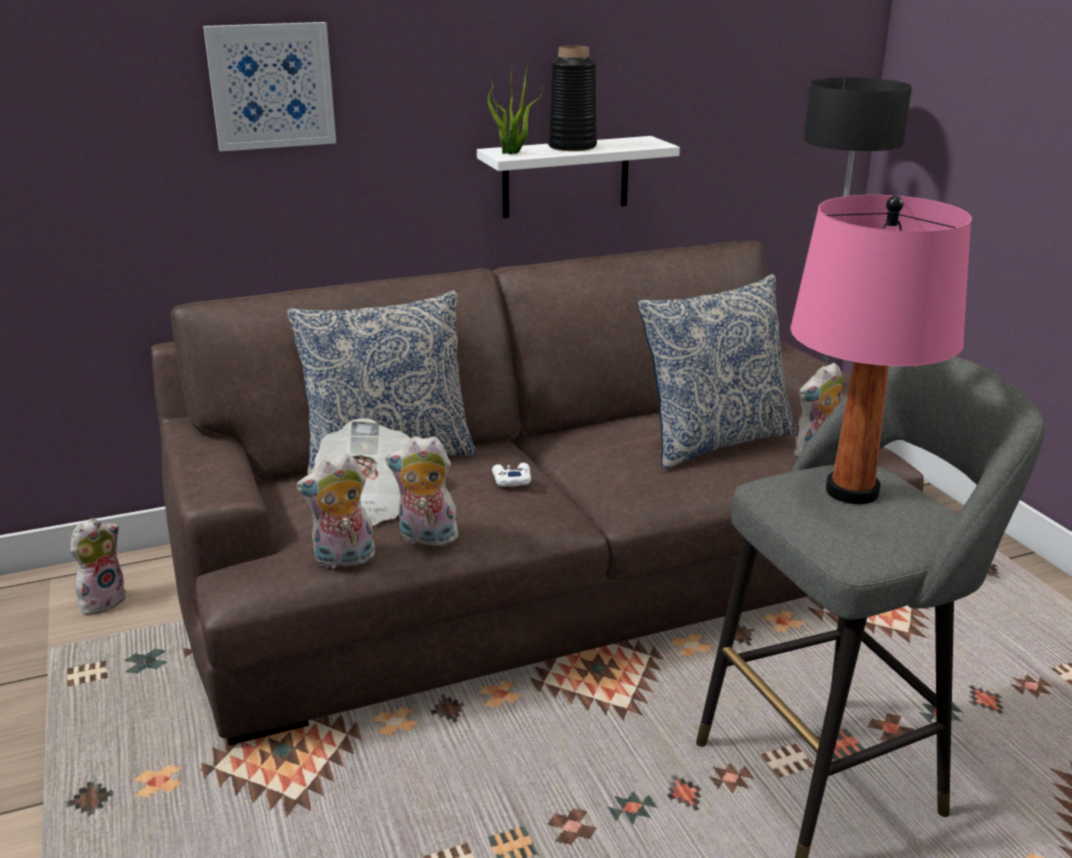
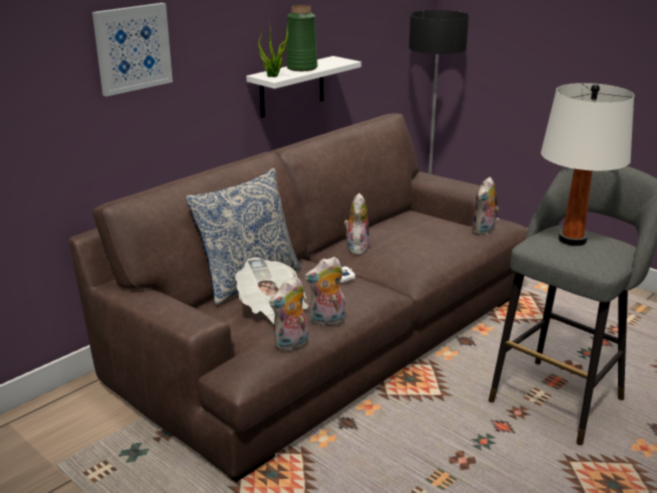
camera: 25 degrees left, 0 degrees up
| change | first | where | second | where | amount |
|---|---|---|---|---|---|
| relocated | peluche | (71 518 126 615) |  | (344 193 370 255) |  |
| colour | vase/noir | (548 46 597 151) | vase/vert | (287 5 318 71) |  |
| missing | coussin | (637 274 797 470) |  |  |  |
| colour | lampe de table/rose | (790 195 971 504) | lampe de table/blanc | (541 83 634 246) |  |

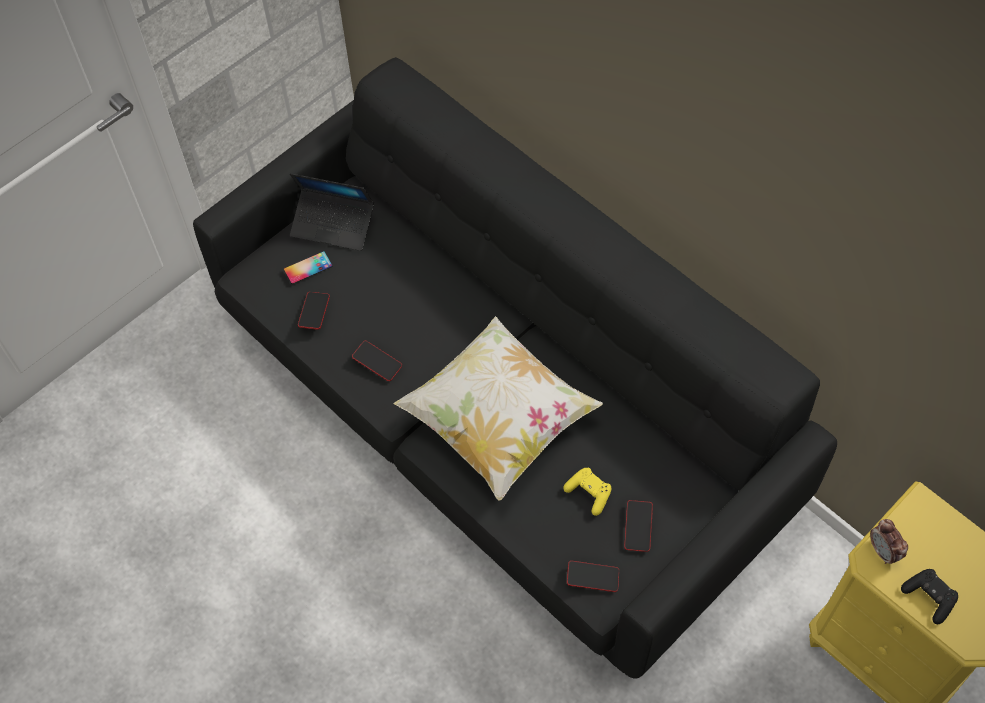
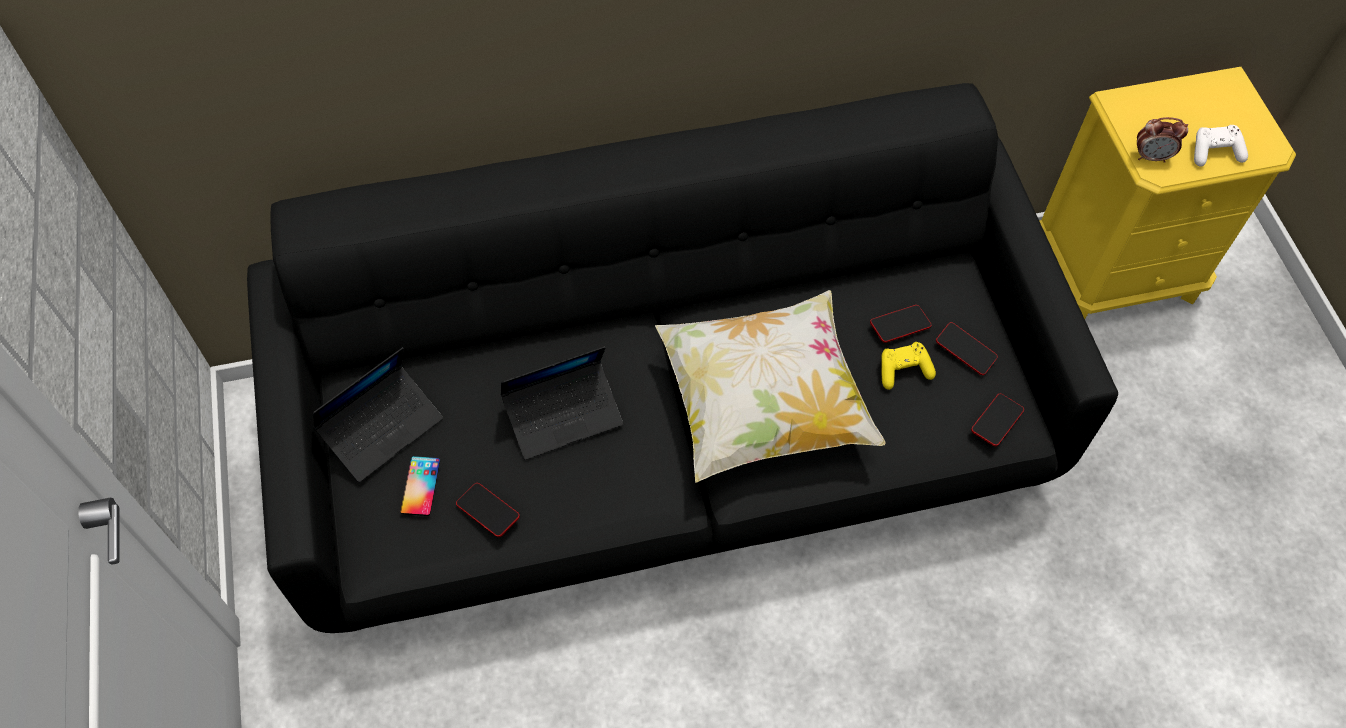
camera: 60 degrees left, 0 degrees up
| change | first | where | second | where | amount |
|---|---|---|---|---|---|
| relocated | téléphone | (352 341 402 381) |  | (870 305 931 343) |  |
| colour | manette/noir | (901 569 958 624) | manette/blanc | (1194 125 1248 167) |  |
| appeared |  |  | ordinateur portable | (500 346 623 460) |  |

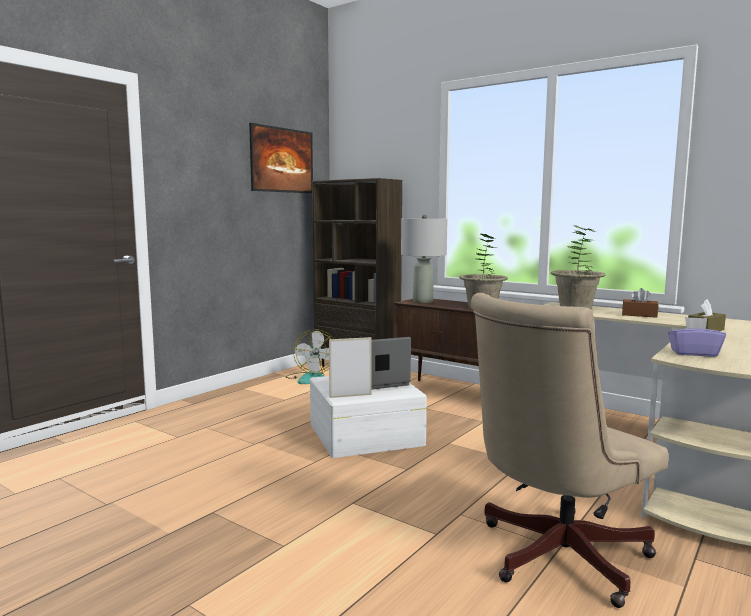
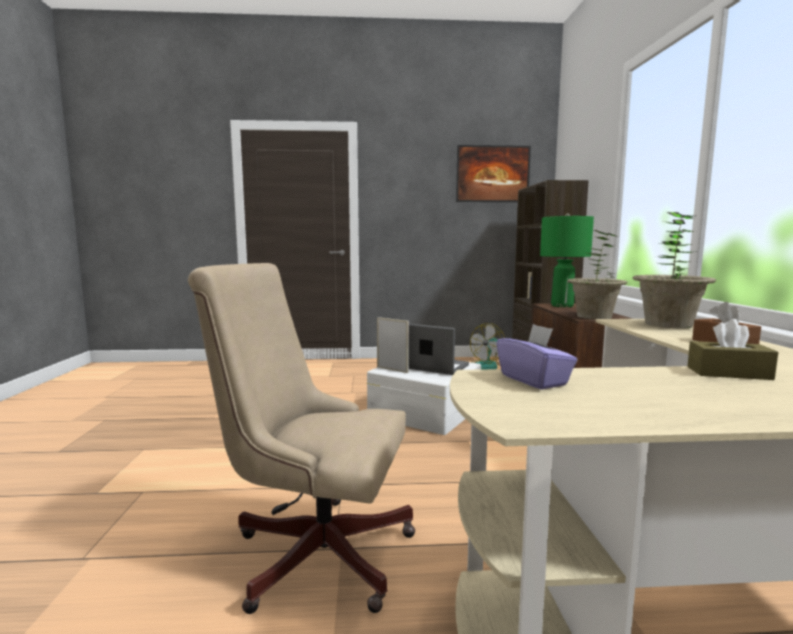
camera: 50 degrees right, 0 degrees up
| change | first | where | second | where | amount |
|---|---|---|---|---|---|
| colour | lampe de table/gris | (401 215 447 303) | lampe de table/vert | (540 213 594 307) |  |

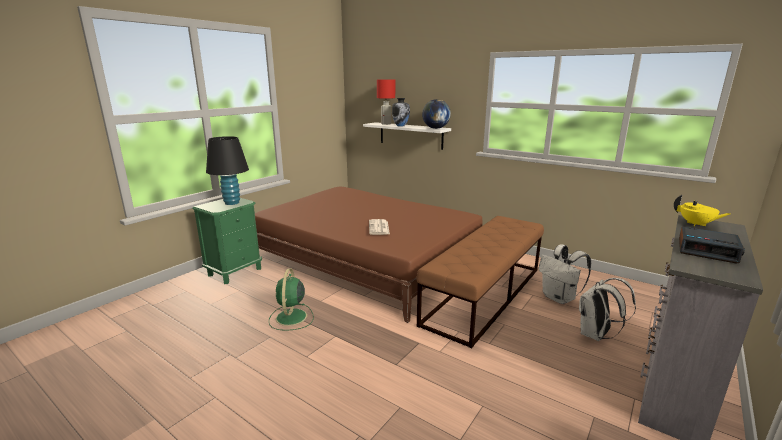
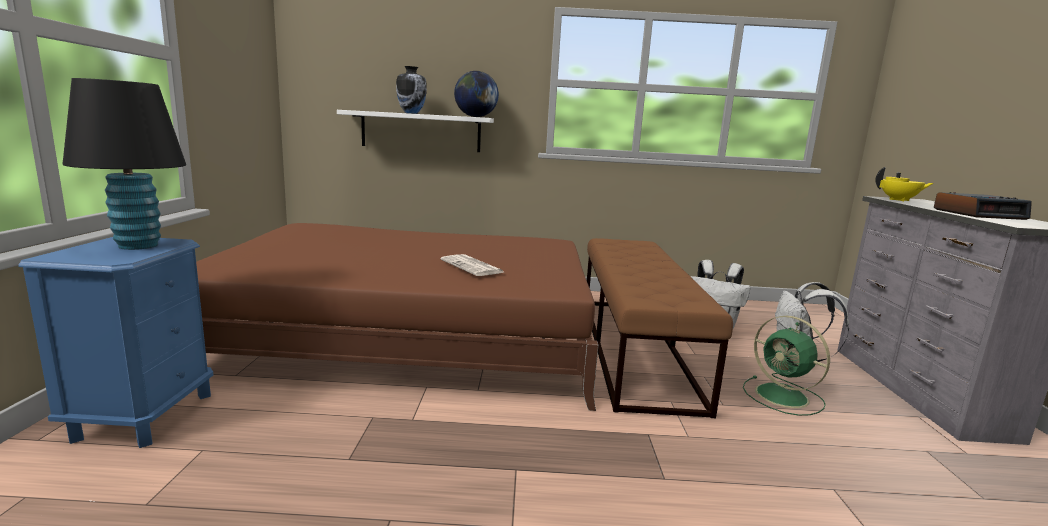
camera: 35 degrees left, 5 degrees down
| change | first | where | second | where | amount |
|---|---|---|---|---|---|
| colour | table de chevet/vert | (192 198 262 284) | table de chevet/bleu | (18 237 213 448) |  |
| relocated | ventilateur/vert | (269 268 314 331) |  | (743 316 830 416) |  |
| missing | lampe de table/rouge | (377 79 395 125) |  |  |  |

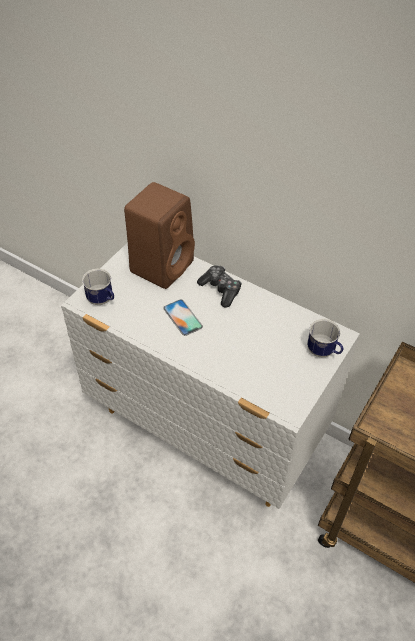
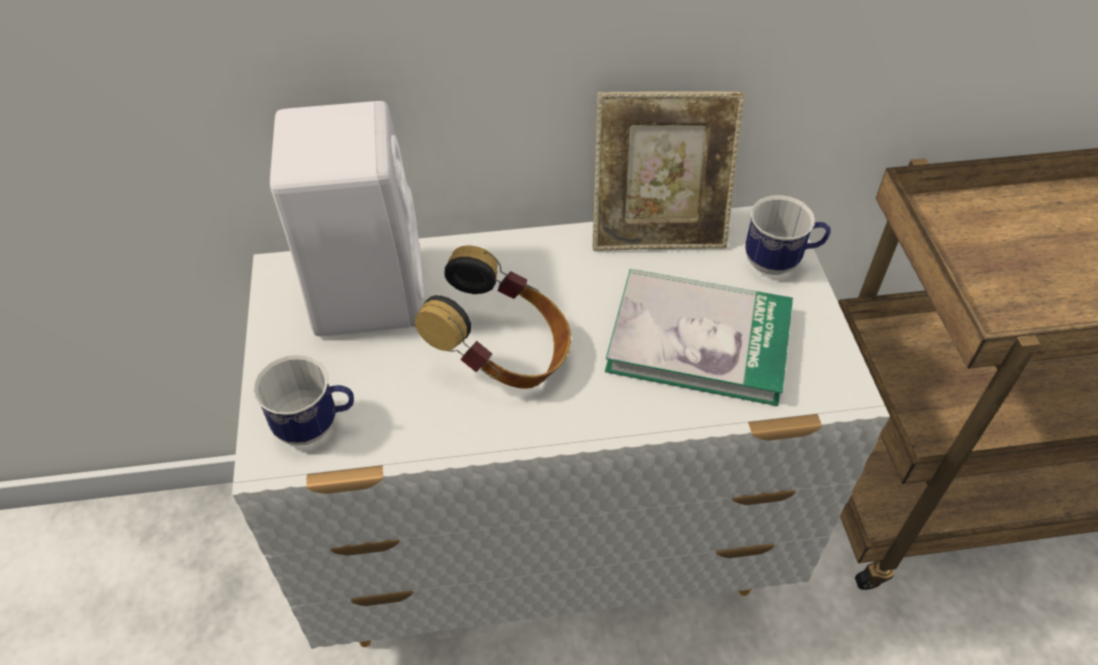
camera: 40 degrees left, 0 degrees up
| change | first | where | second | where | amount |
|---|---|---|---|---|---|
| colour | enceinte/marron | (124 182 195 289) | enceinte/blanc | (270 101 424 336) |  |
| exchanged | téléphone | (163 299 203 336) | casque audio | (415 245 571 389) |  |
| missing | manette | (197 265 242 308) |  |  |  |
| appeared |  |  | cadre photo | (593 91 745 251) |  |
| appeared |  |  | livre | (605 269 793 406) |  |

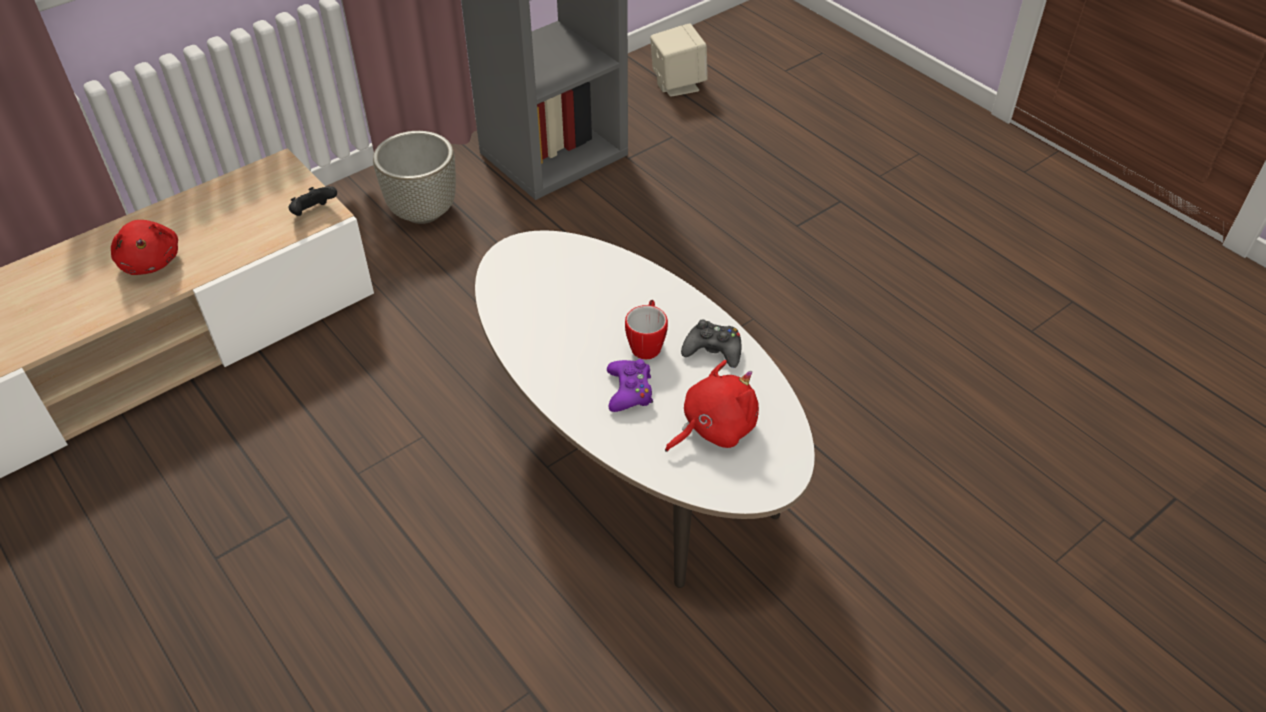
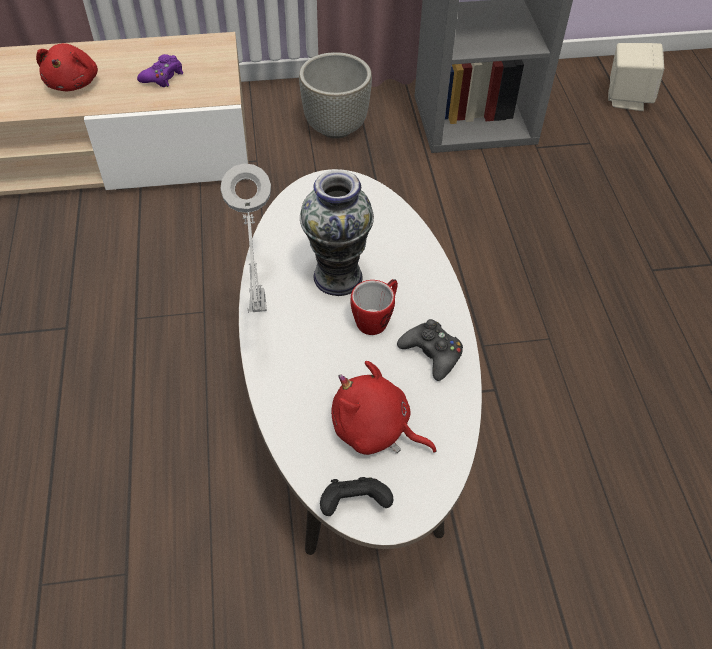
camera: 30 degrees right, 5 degrees up
| change | first | where | second | where | amount |
|---|---|---|---|---|---|
| relocated | manette/noir | (288 186 337 216) |  | (320 477 393 516) |  |
| relocated | manette/violet | (607 359 653 412) |  | (137 54 183 87) |  |
| spun | peluche/rouge | (665 360 759 452) |  | (331 361 436 455) | 150 degrees counterclockwise |
| appeared |  |  | lampe de table/gris | (220 164 271 313) |  |
| appeared |  |  | vase | (300 170 374 296) |  |

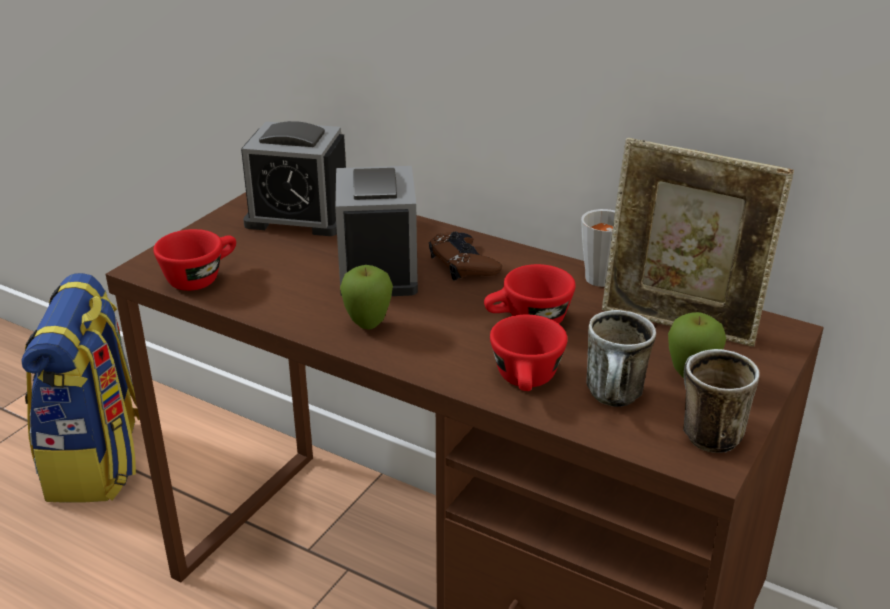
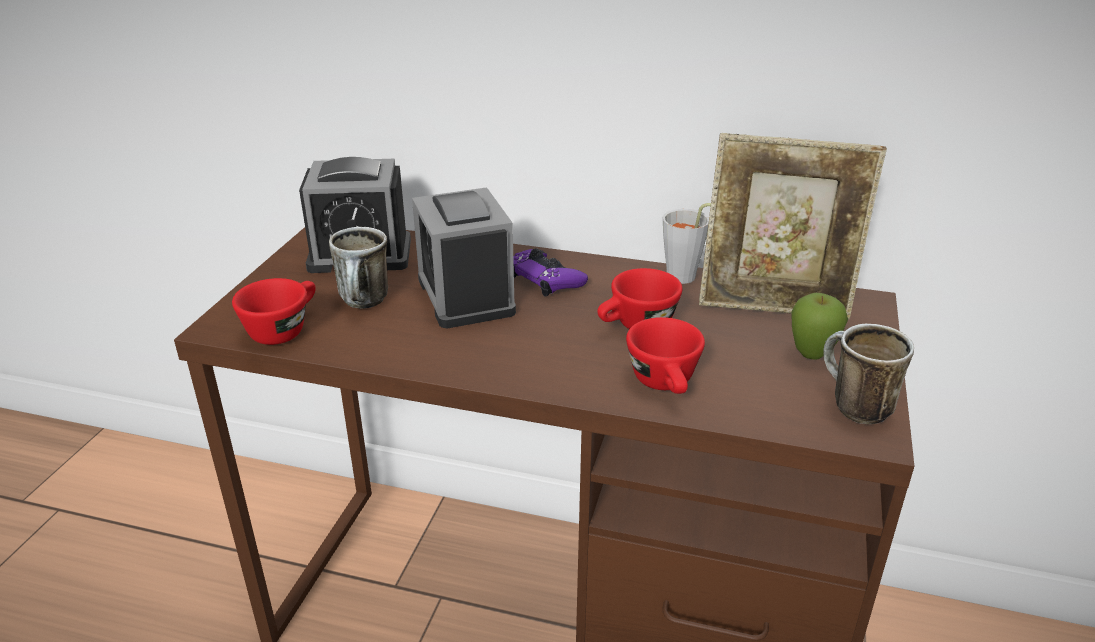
camera: 15 degrees left, 0 degrees up
| change | first | where | second | where | amount |
|---|---|---|---|---|---|
| missing | sac à dos | (21 273 140 503) |  |  |  |
| missing | pomme | (340 265 393 329) |  |  |  |
| colour | manette/marron | (429 232 502 280) | manette/violet | (513 248 588 297) |  |
| relocated | mug | (586 310 656 407) |  | (329 227 388 309) |  |

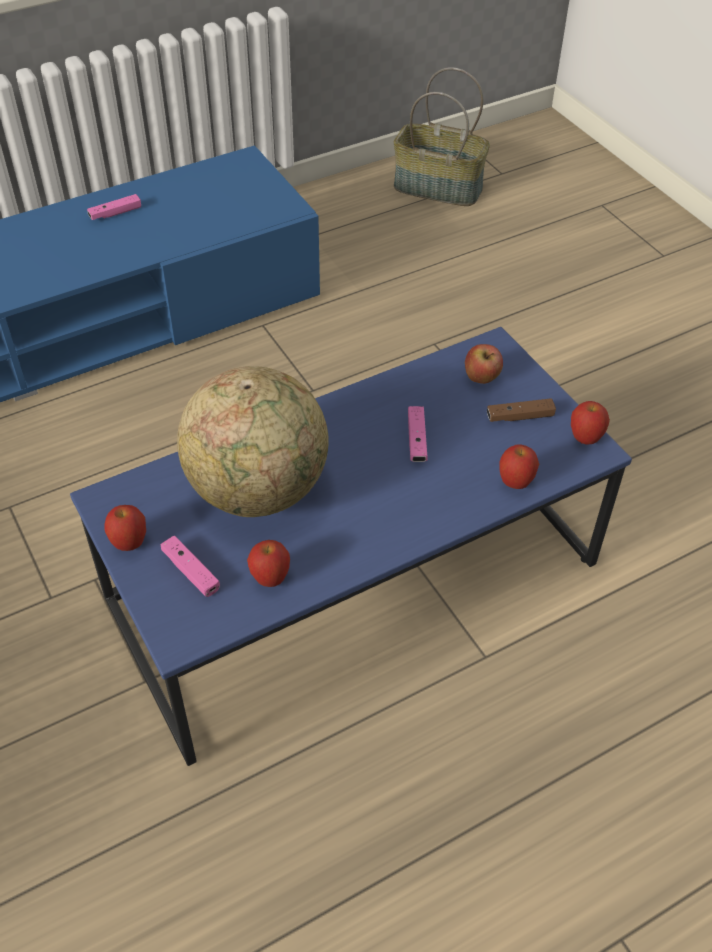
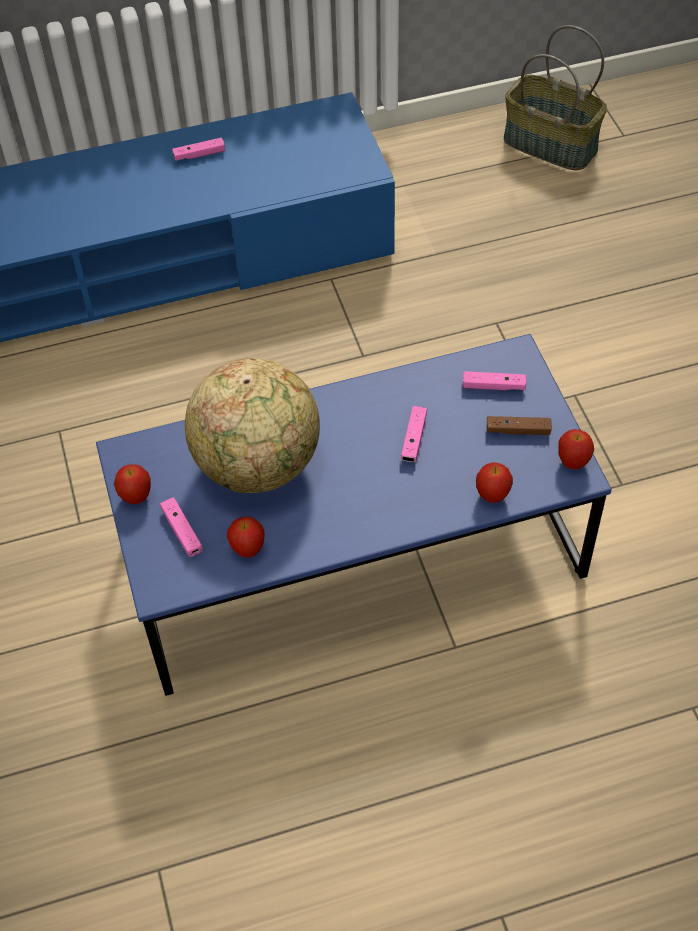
camera: 15 degrees right, 5 degrees up
| change | first | where | second | where | amount |
|---|---|---|---|---|---|
| exchanged | pomme | (465 344 503 384) | manette/rose | (463 371 526 390) |  |

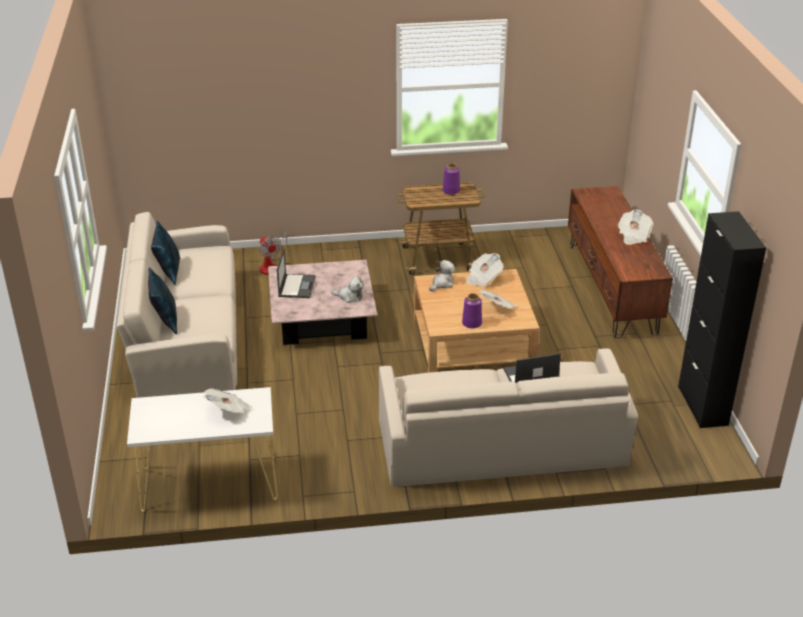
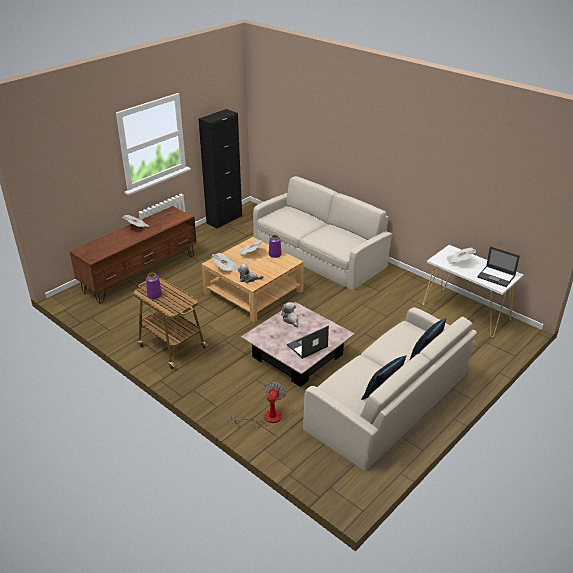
camera: 130 degrees left, 0 degrees up
| change | first | where | second | where | amount |
|---|---|---|---|---|---|
| relocated | ordinateur portable | (503 353 561 383) |  | (477 246 520 287) |  |

